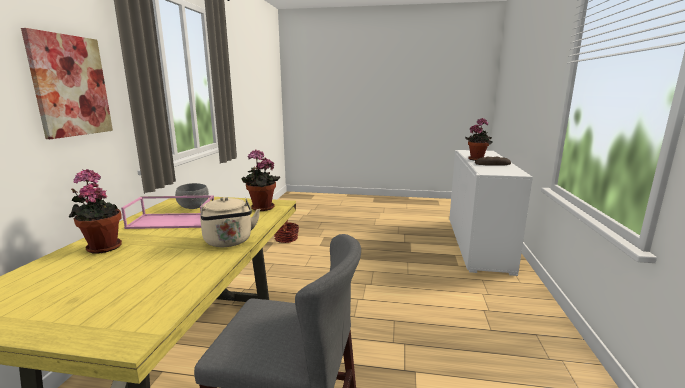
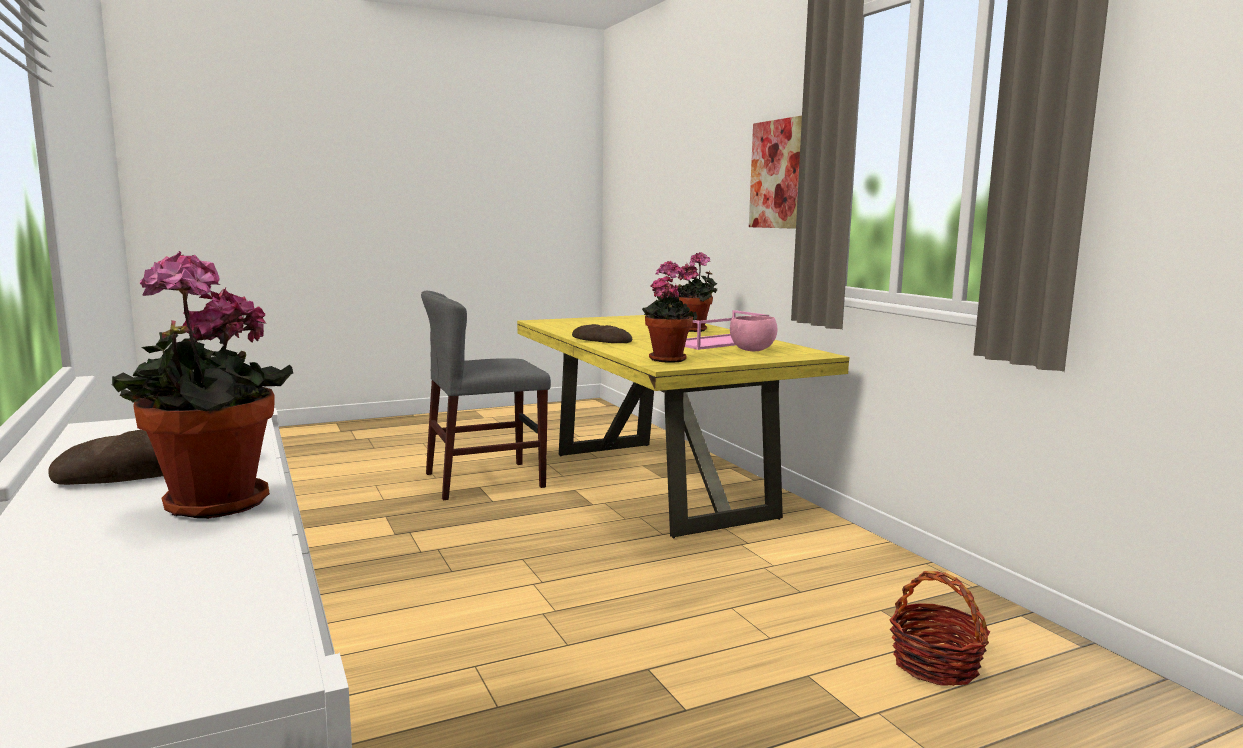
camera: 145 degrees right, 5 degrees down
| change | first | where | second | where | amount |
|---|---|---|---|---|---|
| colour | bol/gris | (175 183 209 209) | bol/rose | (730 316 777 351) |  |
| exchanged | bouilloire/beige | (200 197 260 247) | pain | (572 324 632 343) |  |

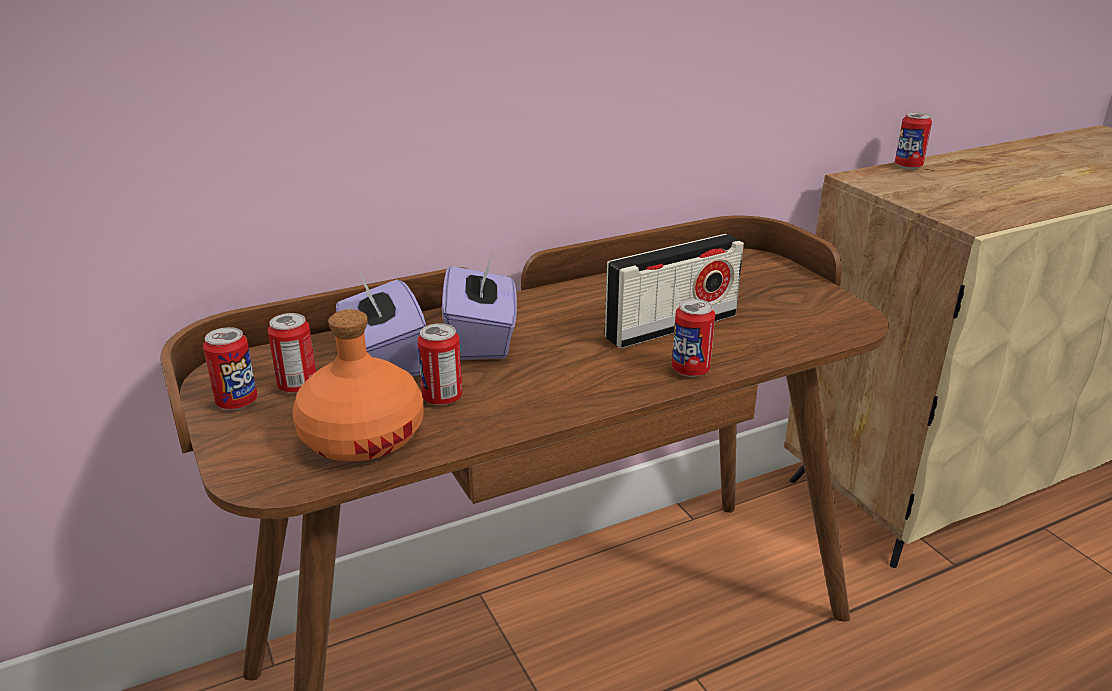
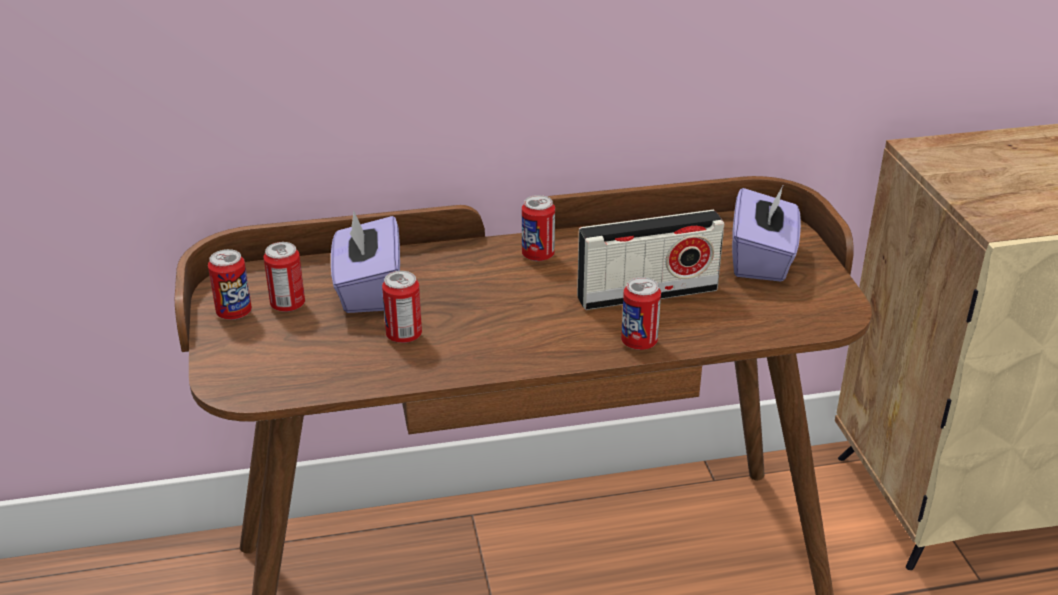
camera: 15 degrees right, 5 degrees up
| change | first | where | second | where | amount |
|---|---|---|---|---|---|
| missing | bouteille/orange | (293 309 424 461) |  |  |  |
| relocated | boîte à mouchoirs/violet | (442 257 517 360) |  | (732 184 801 282) |  |
| relocated | boîte métallique | (895 112 932 169) |  | (522 195 555 261) |  |

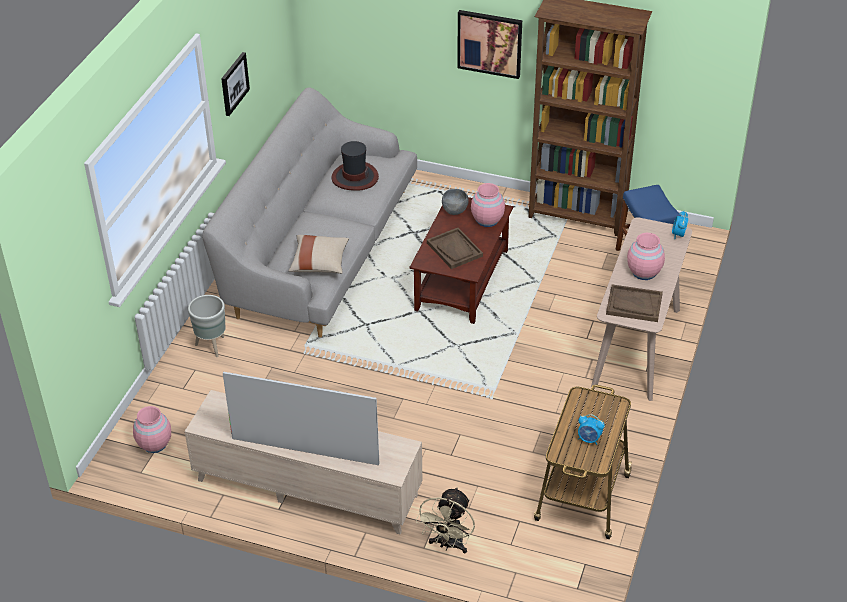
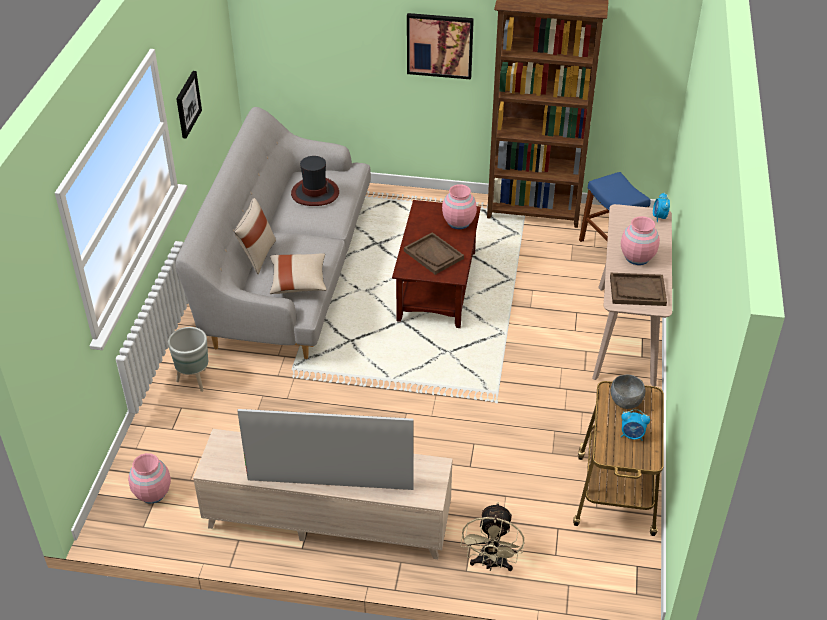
camera: 10 degrees left, 0 degrees up
| change | first | where | second | where | amount |
|---|---|---|---|---|---|
| relocated | bol/gris | (442 189 469 215) |  | (611 375 645 409) |  |
| appeared |  |  | coussin/beige | (234 198 276 274) |  |

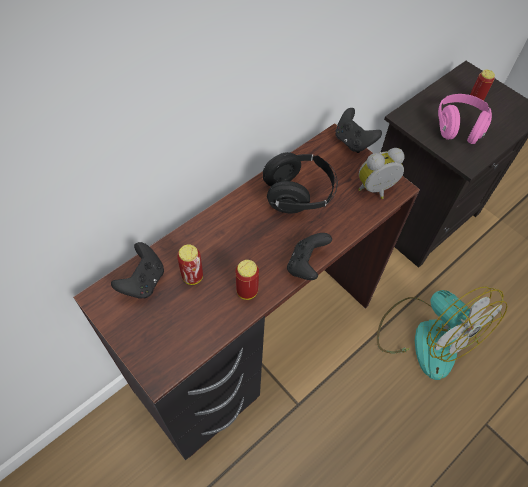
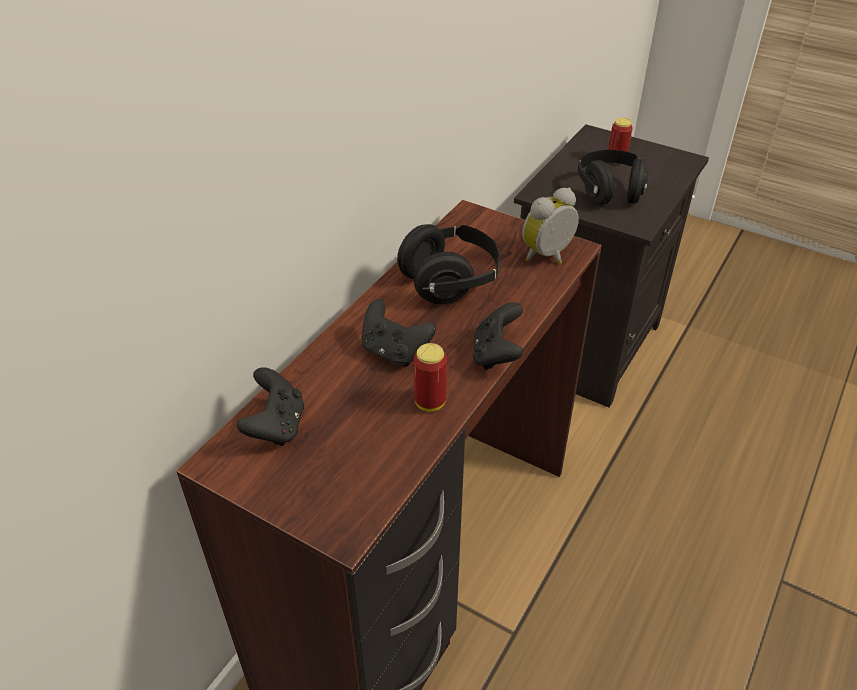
camera: 15 degrees left, 15 degrees down
| change | first | where | second | where | amount |
|---|---|---|---|---|---|
| missing | boîte métallique | (177 245 203 285) |  |  |  |
| relocated | manette/noir | (335 108 382 153) |  | (361 299 436 367) |  |
| missing | ventilateur | (377 287 508 380) |  |  |  |
| colour | casque audio/rose | (438 94 492 144) | casque audio/noir | (578 150 648 205) |  |

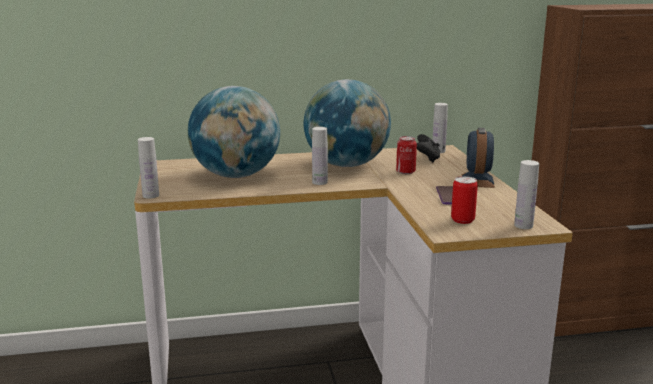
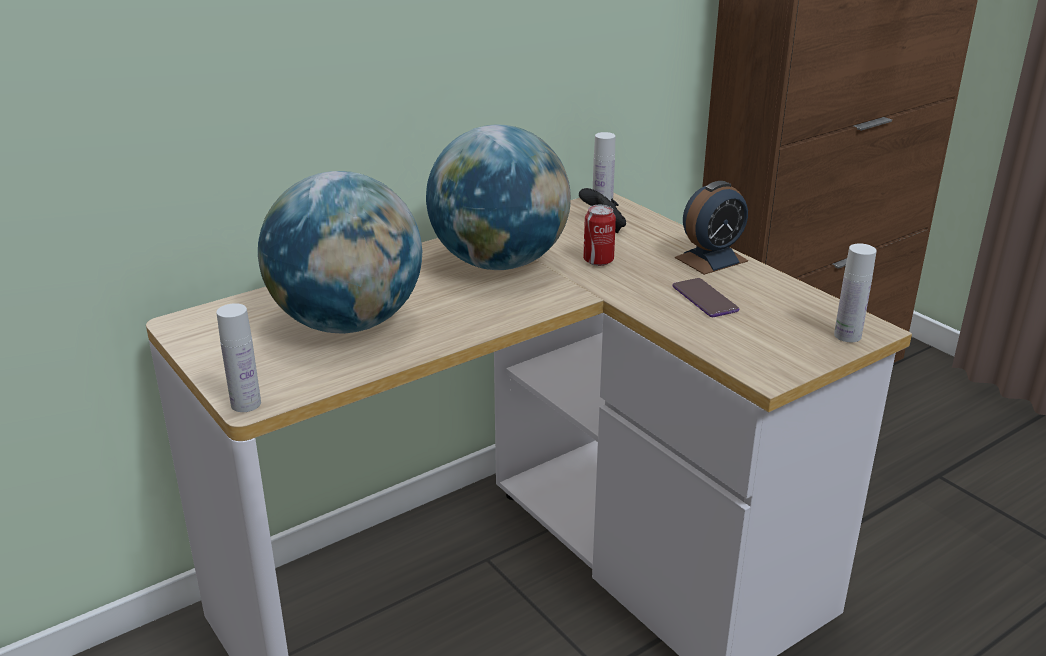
camera: 25 degrees left, 10 degrees up
| change | first | where | second | where | amount |
|---|---|---|---|---|---|
| missing | bouteille/blanc | (312 127 328 185) |  |  |  |
| missing | boîte métallique | (451 176 478 224) |  |  |  |
| spun | réveil | (462 128 495 188) |  | (675 181 748 275) | 105 degrees counterclockwise |

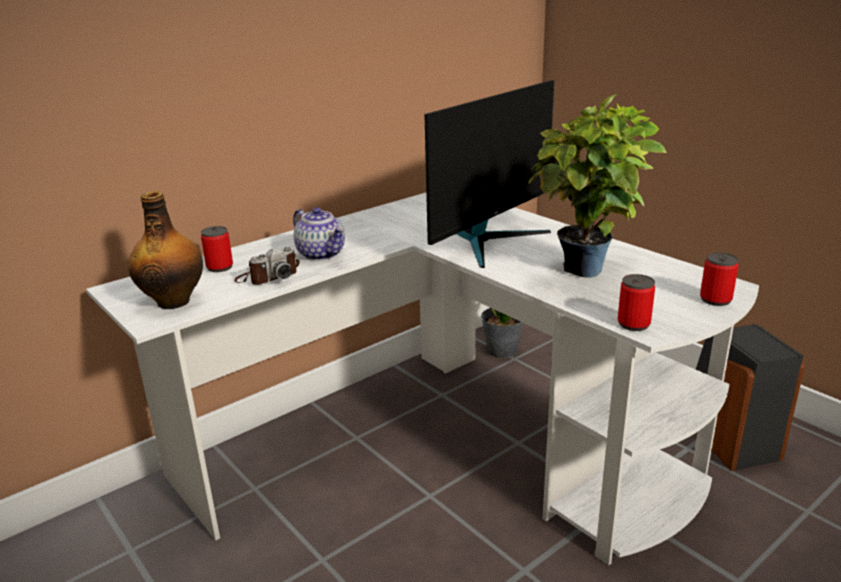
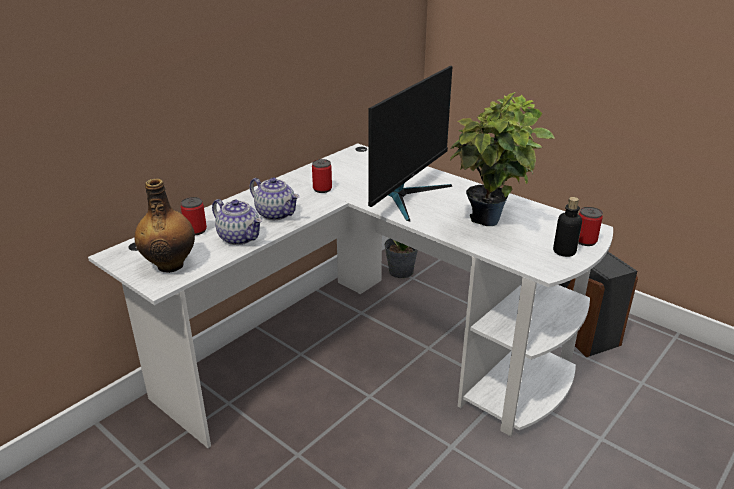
camera: 10 degrees left, 5 degrees up
| change | first | where | second | where | amount |
|---|---|---|---|---|---|
| exchanged | appareil photo | (234 247 300 285) | théière | (212 199 262 245) |  |
| relocated | boîte métallique | (618 274 655 331) |  | (312 159 332 193) |  |
| appeared |  |  | bouteille | (553 197 582 257) |  |

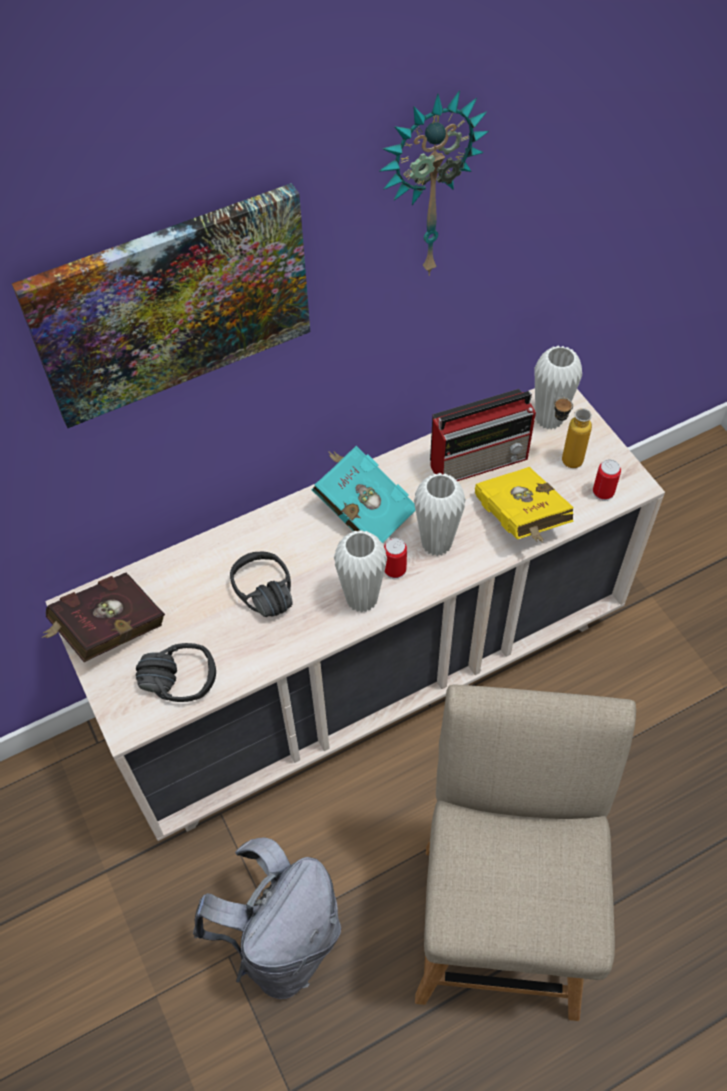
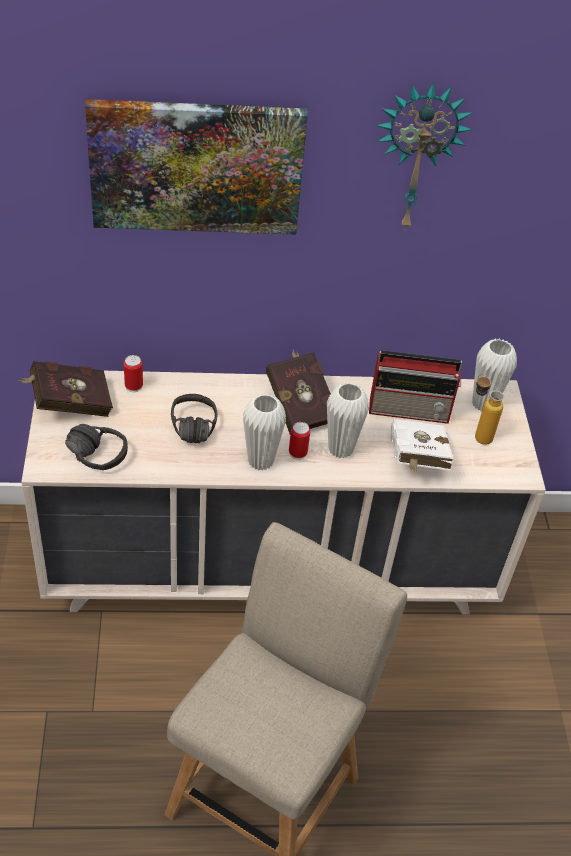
camera: 20 degrees right, 10 degrees down
| change | first | where | second | where | amount |
|---|---|---|---|---|---|
| missing | sac à dos/gris | (193 837 341 999) |  |  |  |
| colour | livre/turquoise | (312 446 416 543) | livre/rouge | (265 350 331 435) |  |
| colour | livre/jaune | (475 467 573 543) | livre/blanc | (391 419 453 472) |  |
| relocated | boîte métallique | (593 459 621 501) |  | (124 355 143 392) |  |

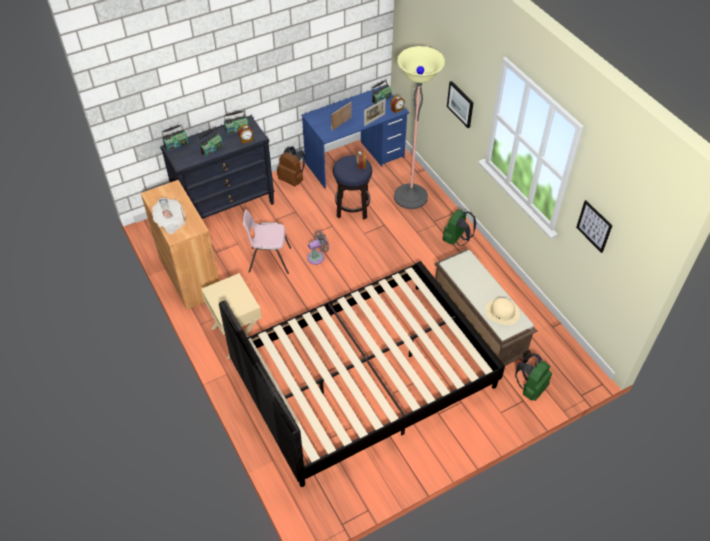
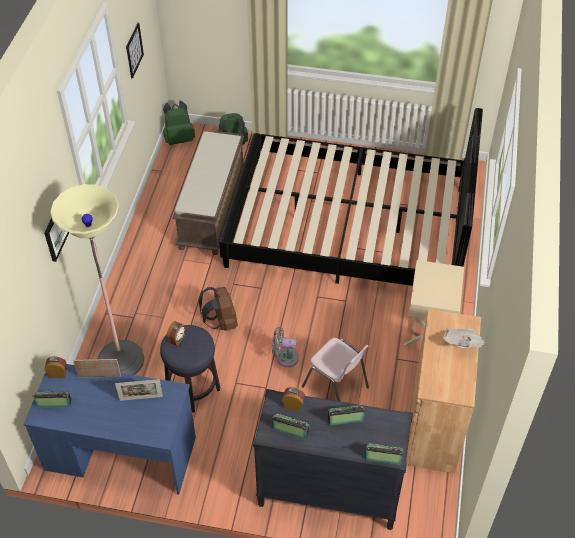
camera: 140 degrees left, 0 degrees up
| change | first | where | second | where | amount |
|---|---|---|---|---|---|
| relocated | sac à dos/marron | (277 146 305 186) |  | (198 287 238 331) |  |
| relocated | sac à dos/vert | (442 209 476 246) |  | (163 100 195 145) |  |
| missing | chapeau/beige | (485 298 520 325) |  |  |  |

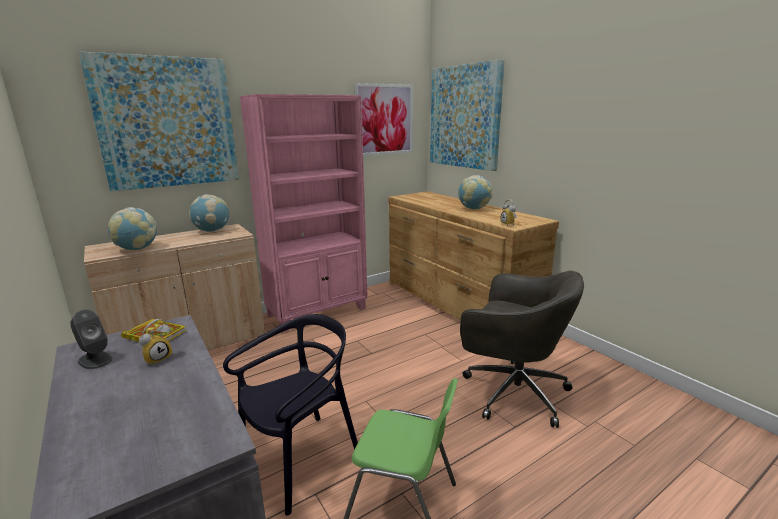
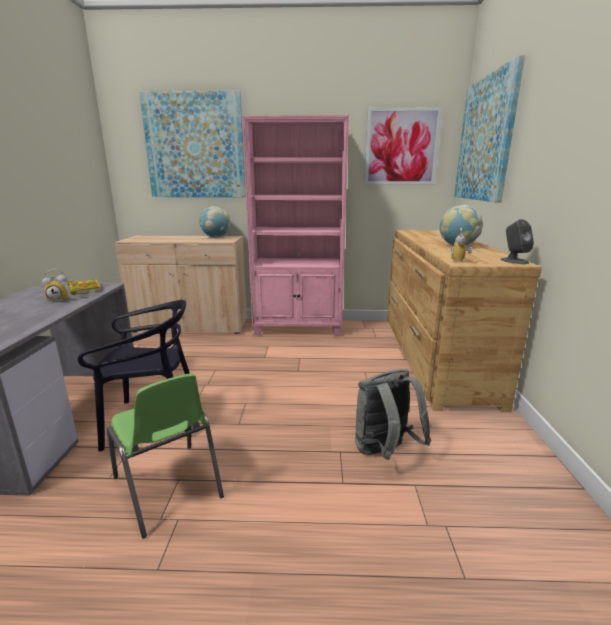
camera: 35 degrees right, 0 degrees up
| change | first | where | second | where | amount |
|---|---|---|---|---|---|
| relocated | enceinte/gris | (70 309 113 369) |  | (500 219 534 264) |  |
| missing | globe | (108 207 158 250) |  |  |  |
| exchanged | chaise de bureau/gris | (460 270 584 428) | sac à dos/gris | (355 369 432 460) |  |

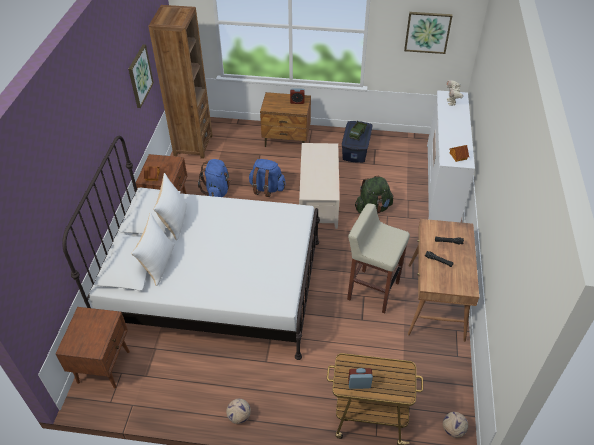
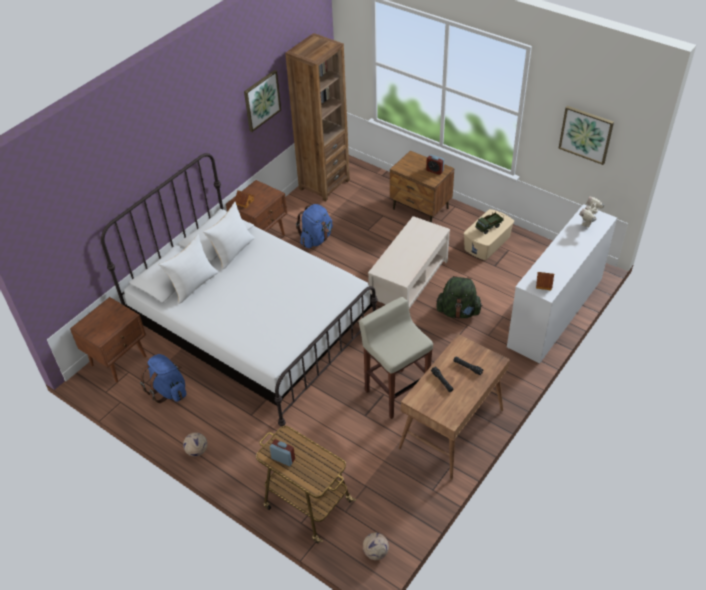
camera: 30 degrees right, 0 degrees up
| change | first | where | second | where | amount |
|---|---|---|---|---|---|
| relocated | sac à dos/bleu | (249 159 286 197) |  | (140 354 186 403) |  |
| colour | boîte de rangement/bleu | (342 121 372 163) | boîte de rangement/beige | (464 209 514 260) |  |

